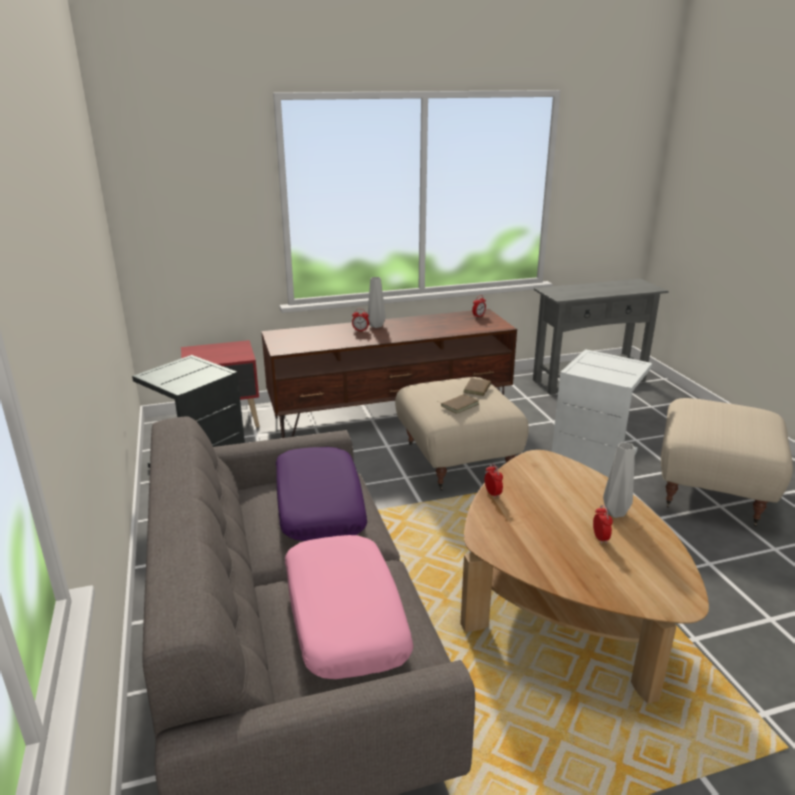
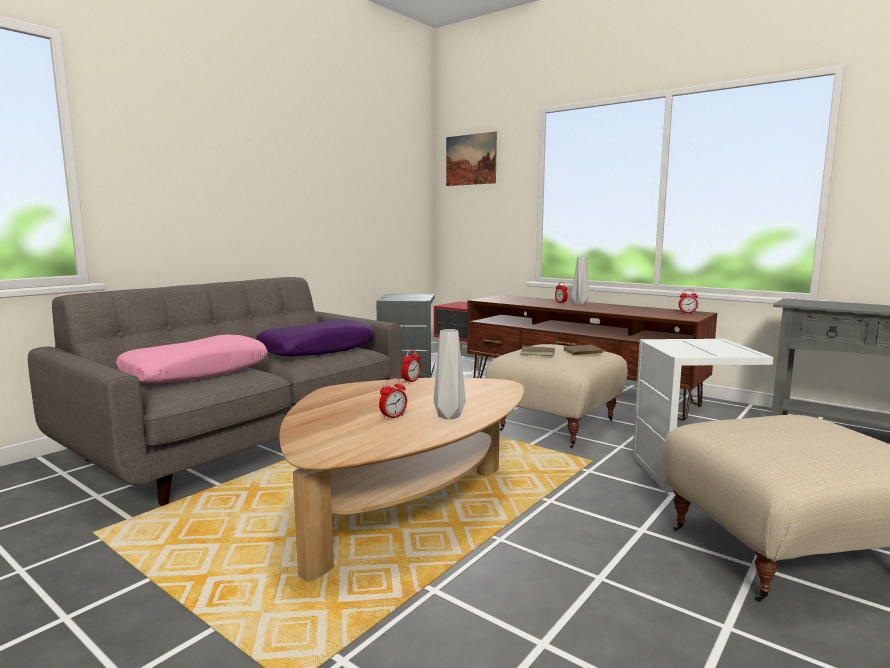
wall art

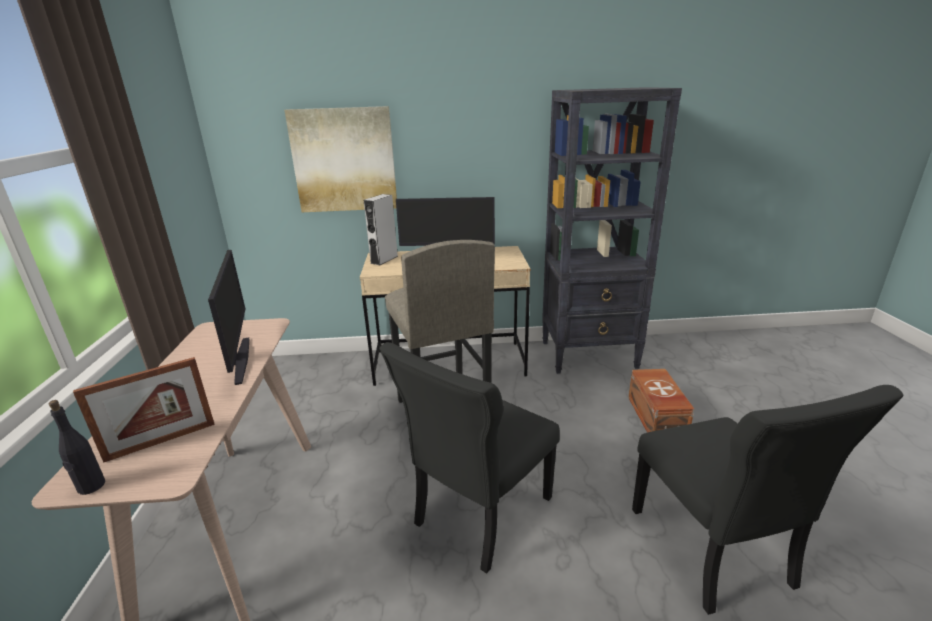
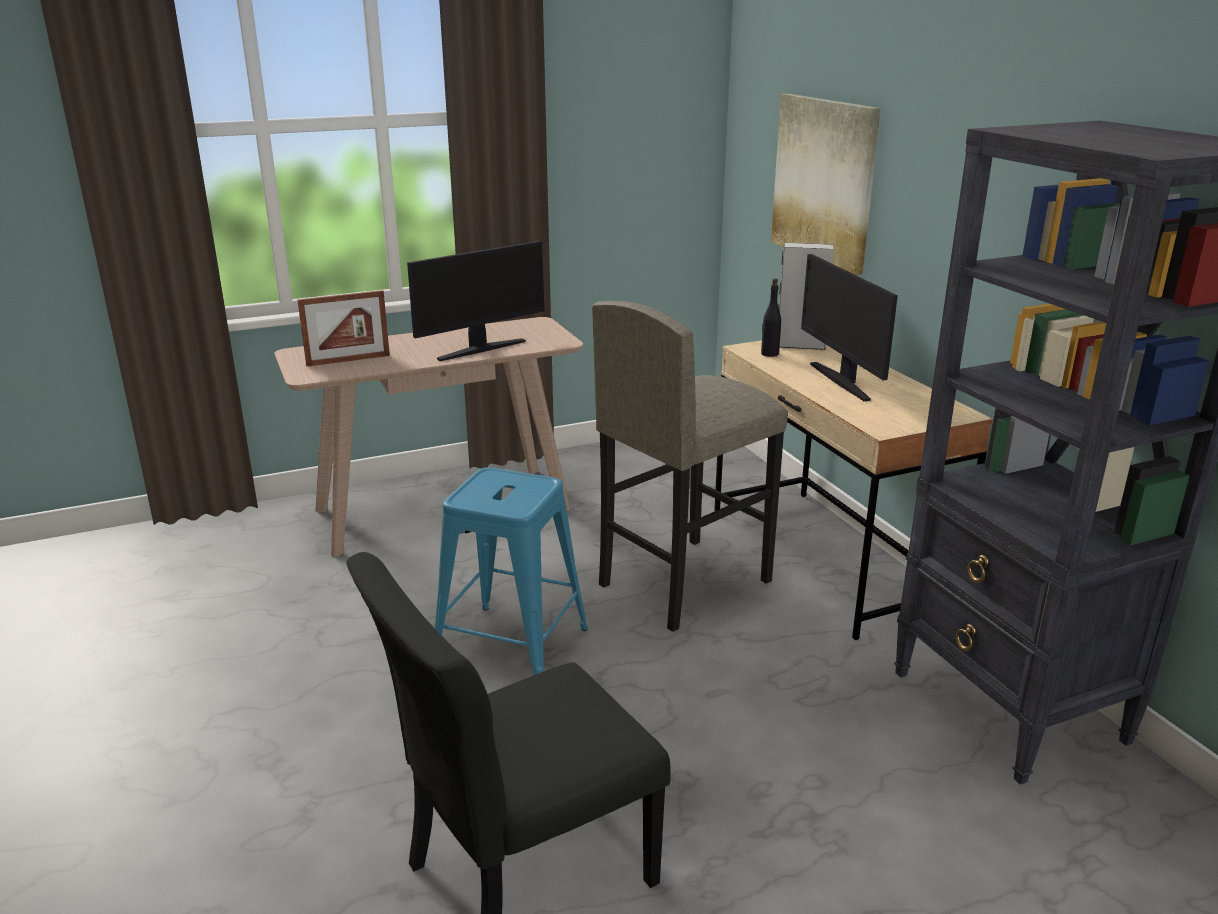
storage box in brown
drink bottle in black-coloured
stool seat in blue-coloured
photo frame

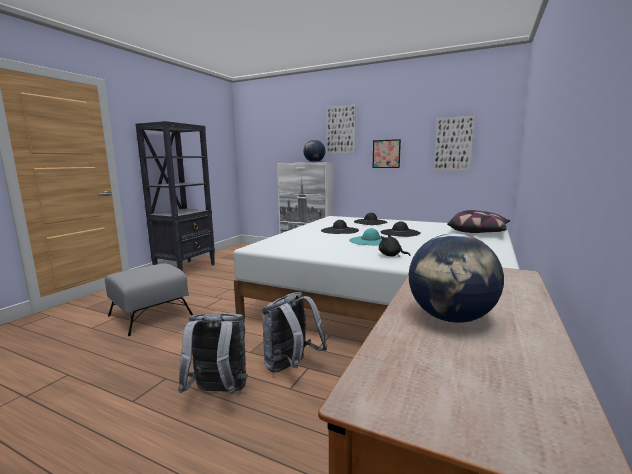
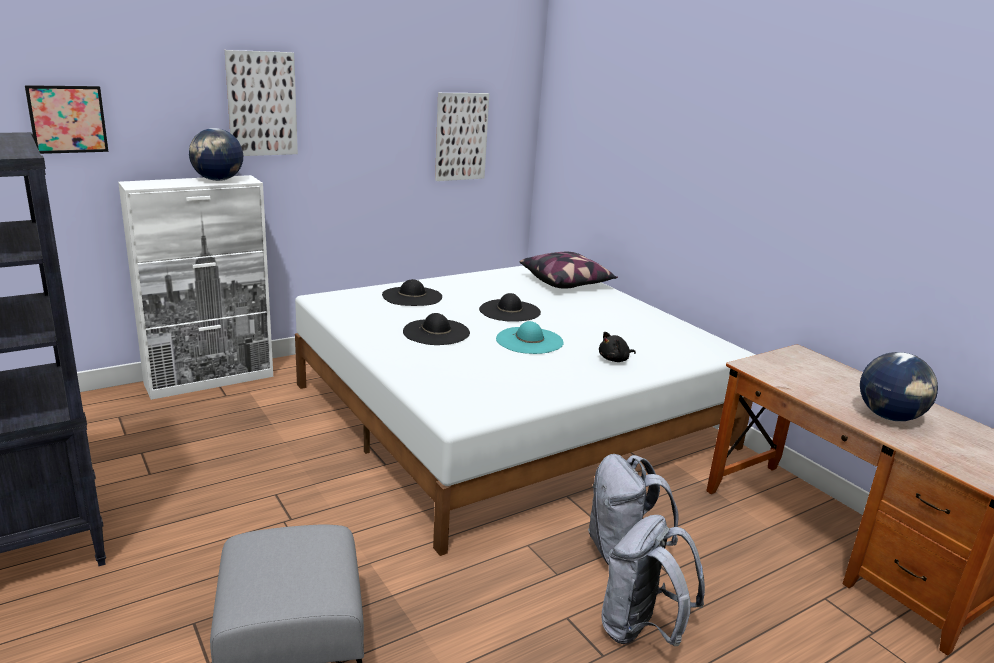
wall art (1st from left)

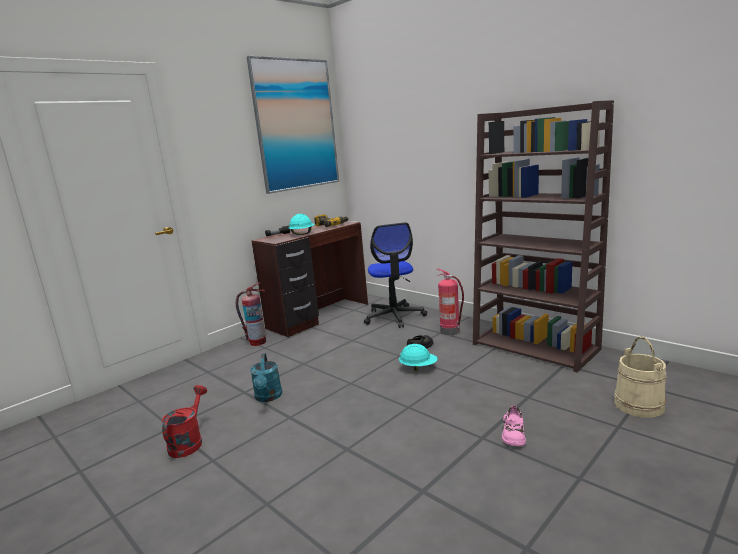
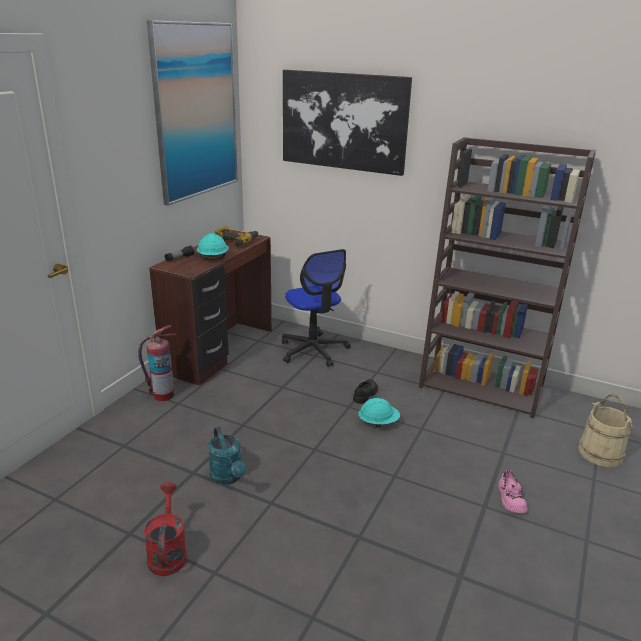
extinguisher (2nd from left in the first image)
wall art (2nd from left)

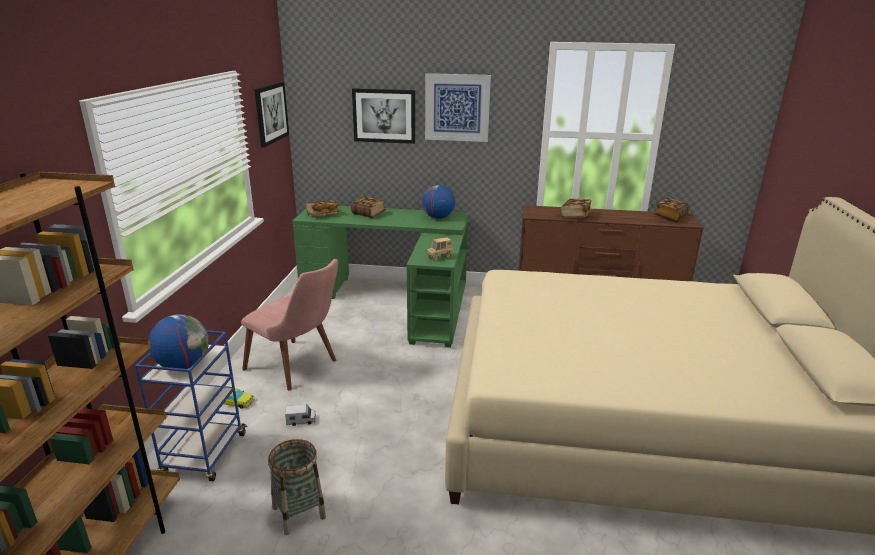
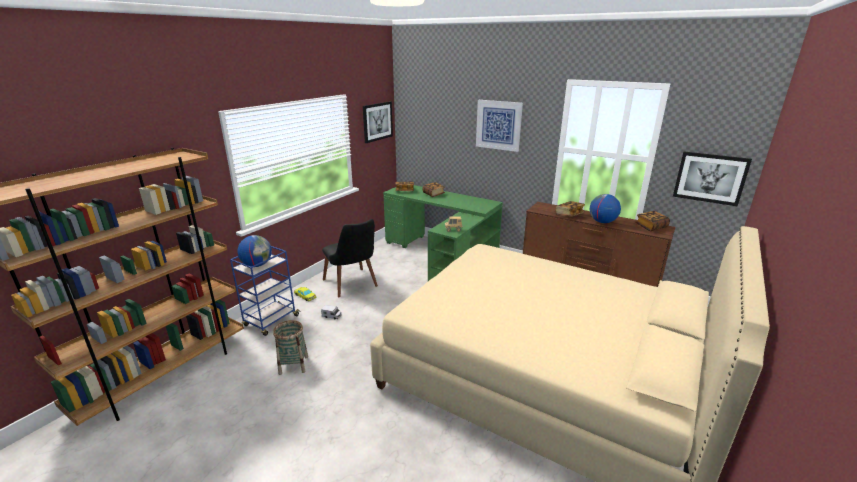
wall art (3rd from left)
globe (2nd from left)
plain chair in black-coloured

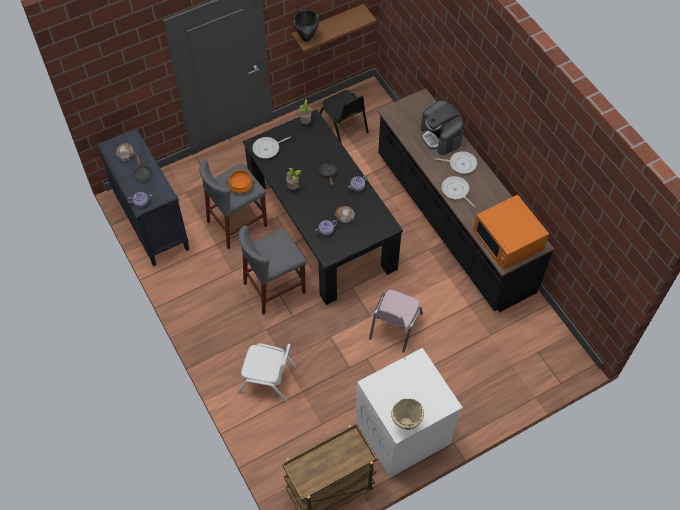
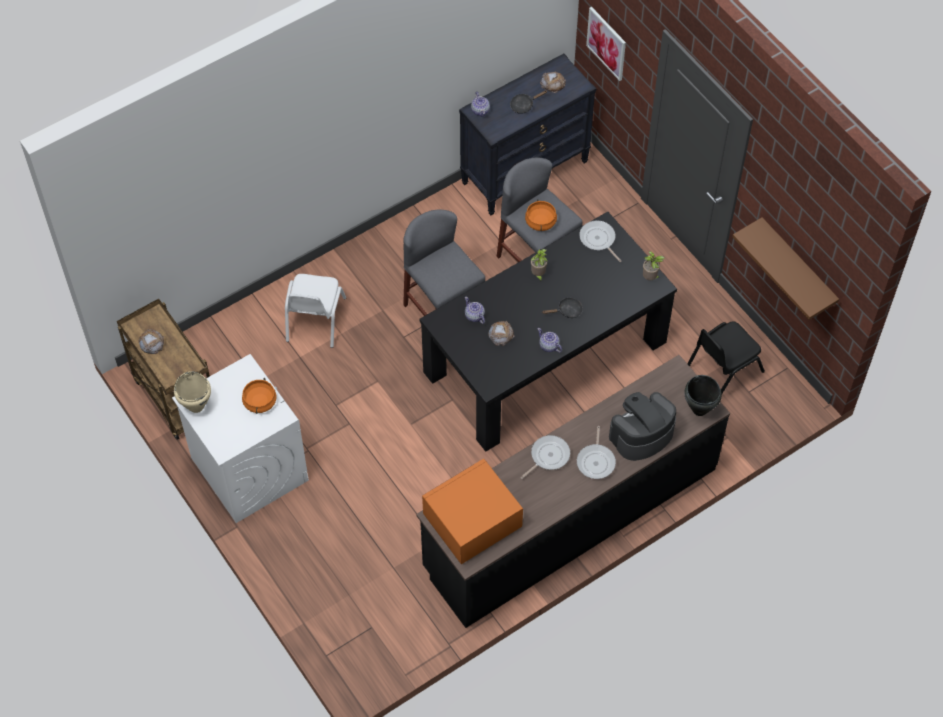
plain chair in pink-coloured
bakery bread (1st from left)
stockpot in orange (1st from left)
wall art
stockpot in black-coloured

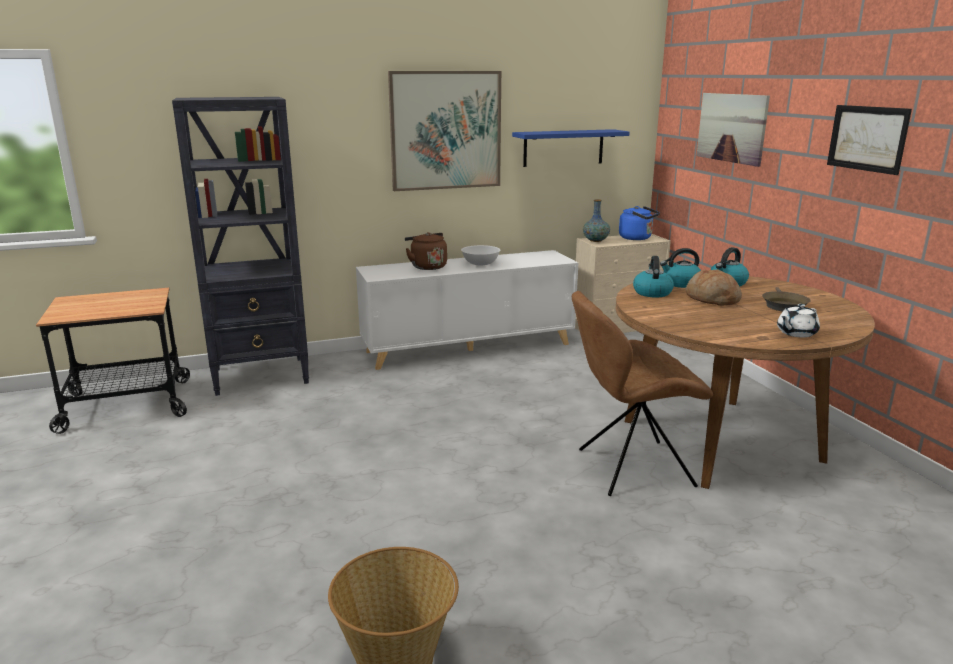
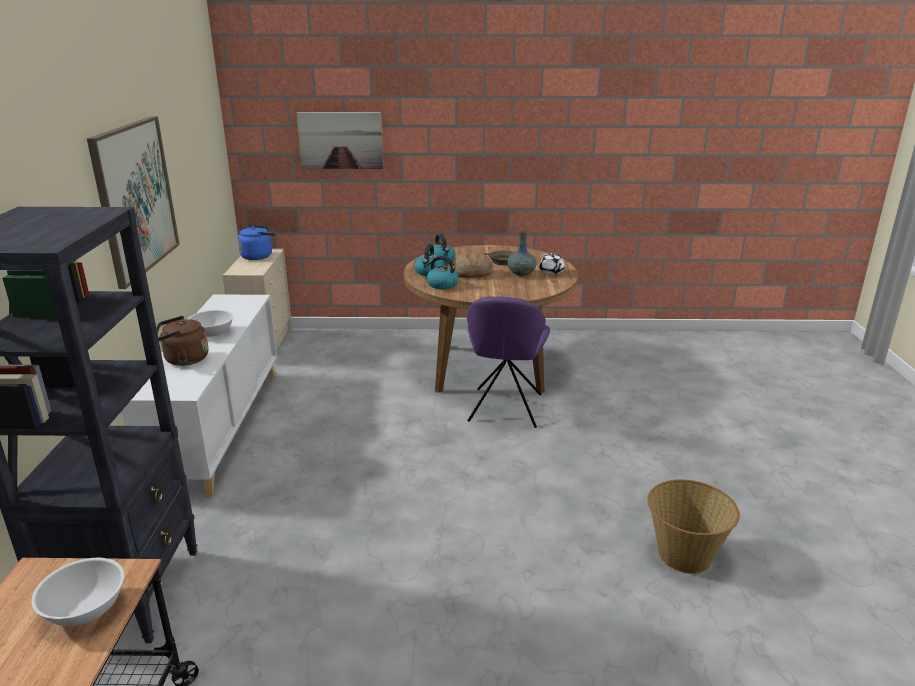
shelf in blue-coloured
wall art (3rd from left in the first image)
serving bowl in white-coloured (1st from left)
vase
plain chair in purplish

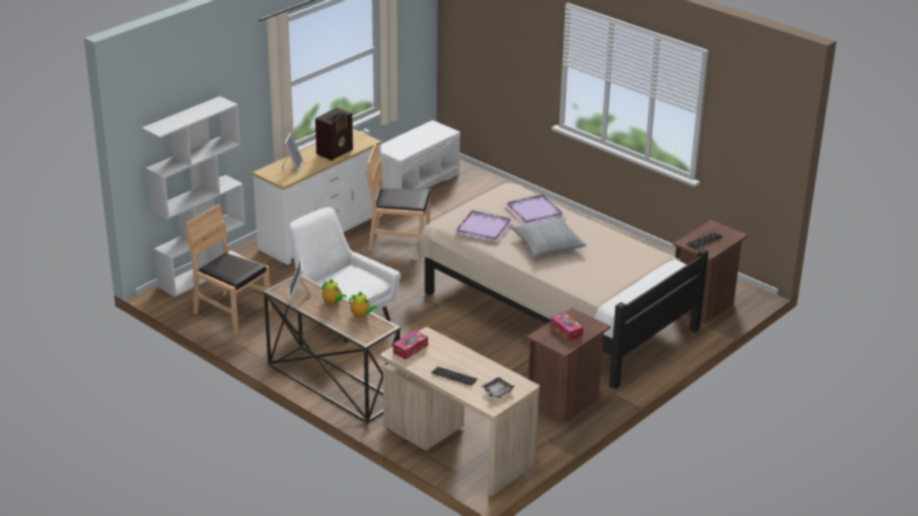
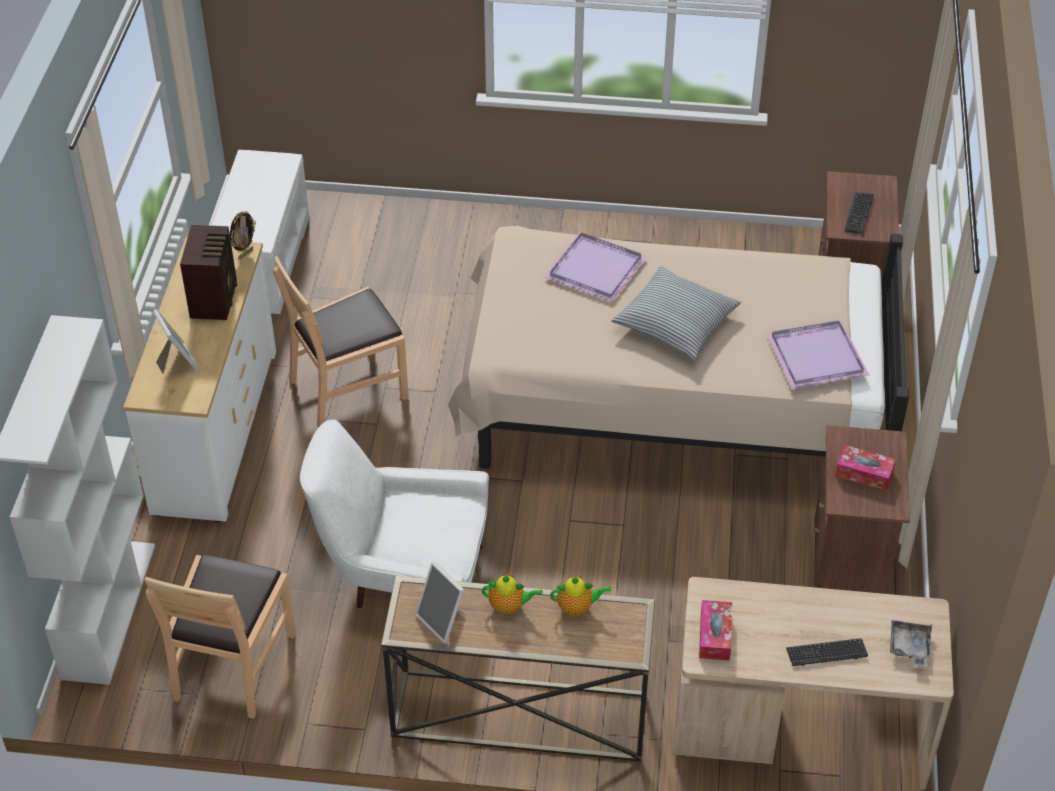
photo frame (2nd from left)
tray in purplish (2nd from left)
plain chair in brown (1st from left)

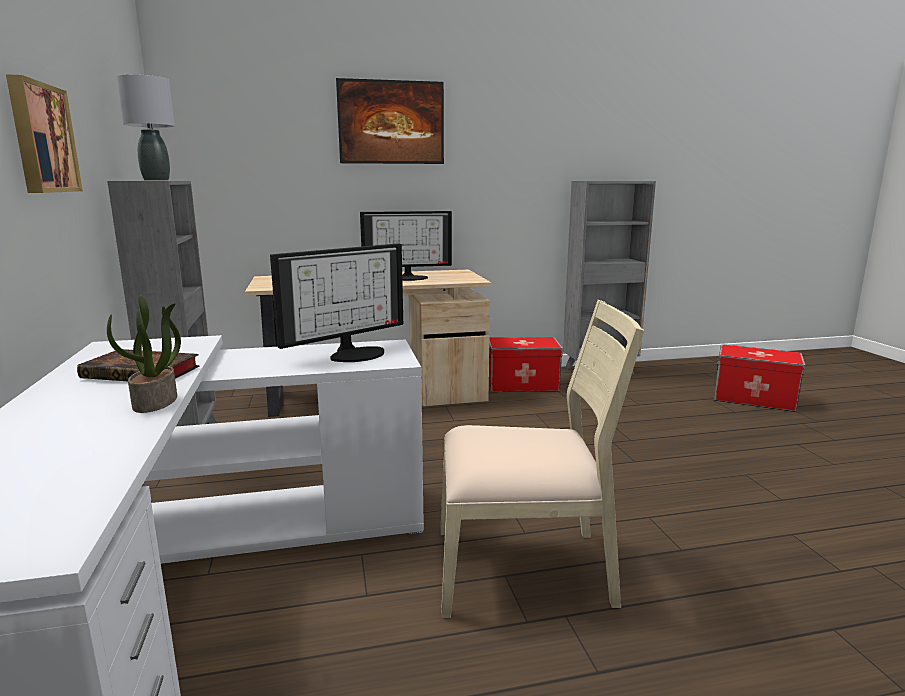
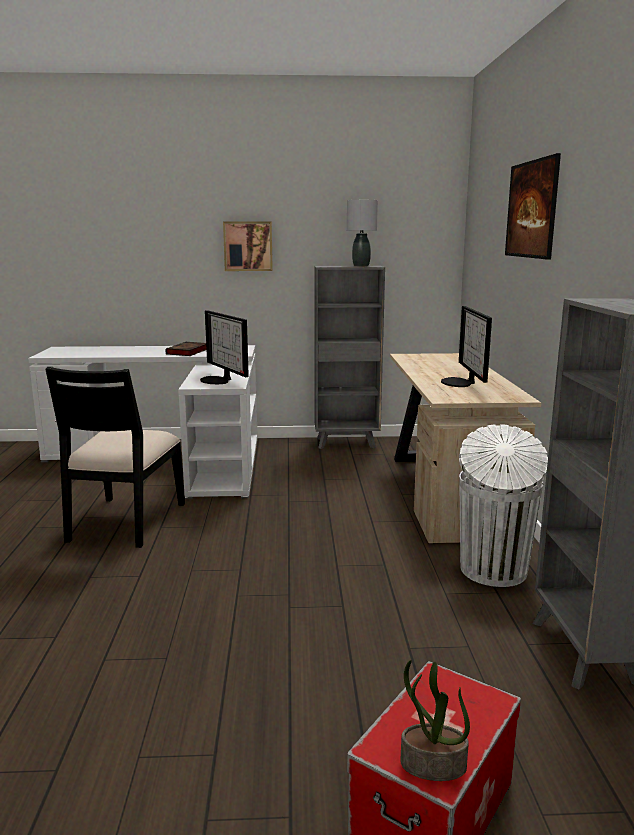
plant in a pot
rubbish bin in white-coloured
plain chair in black-coloured

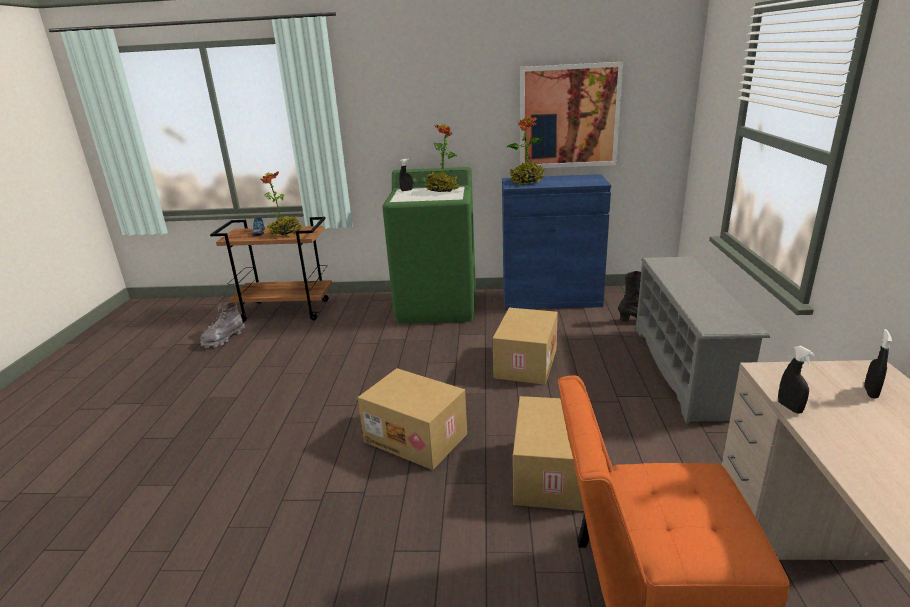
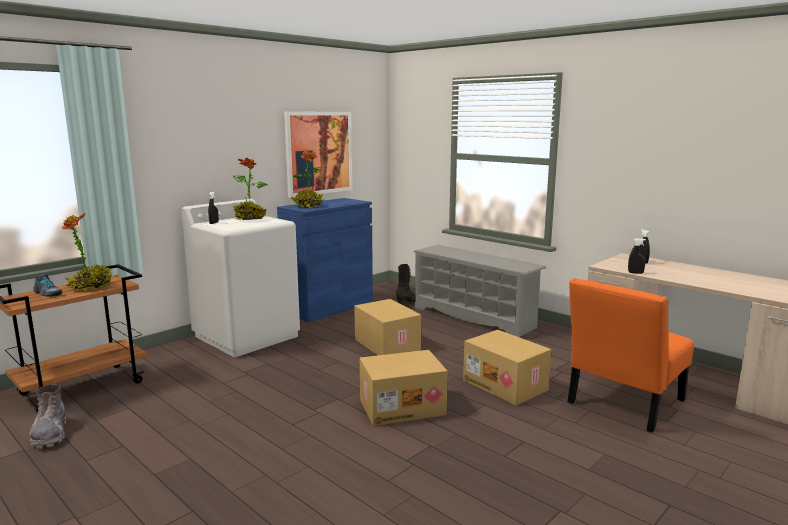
laundry machine in white-coloured

